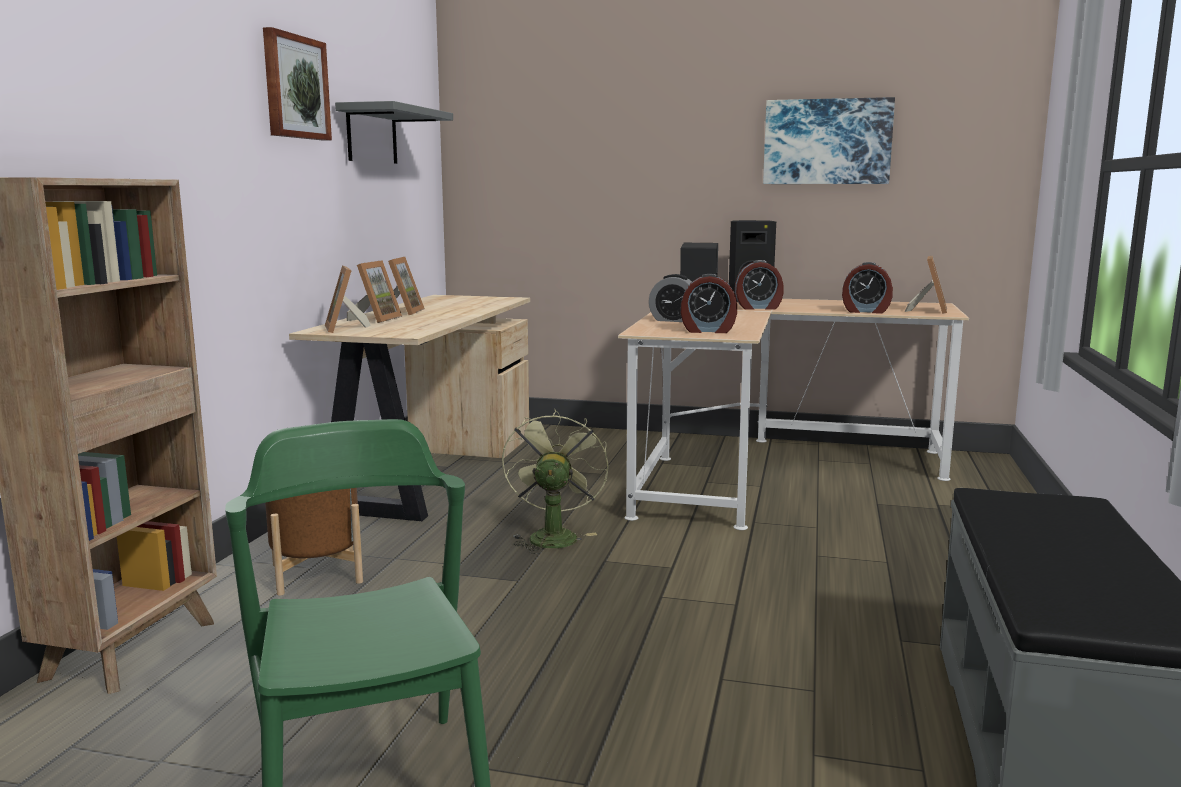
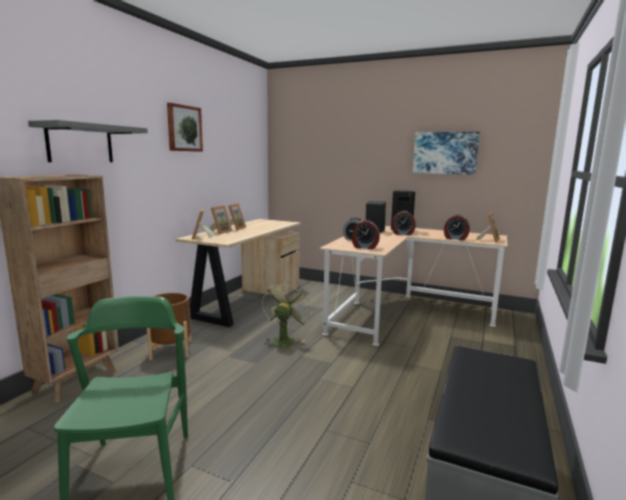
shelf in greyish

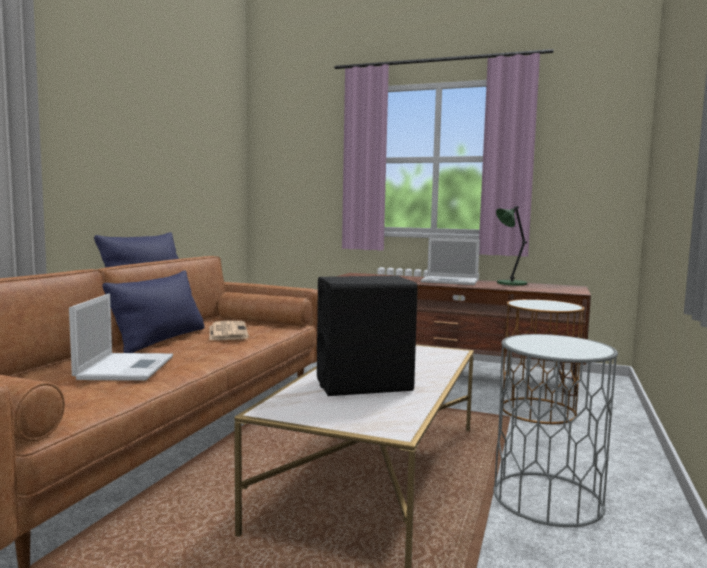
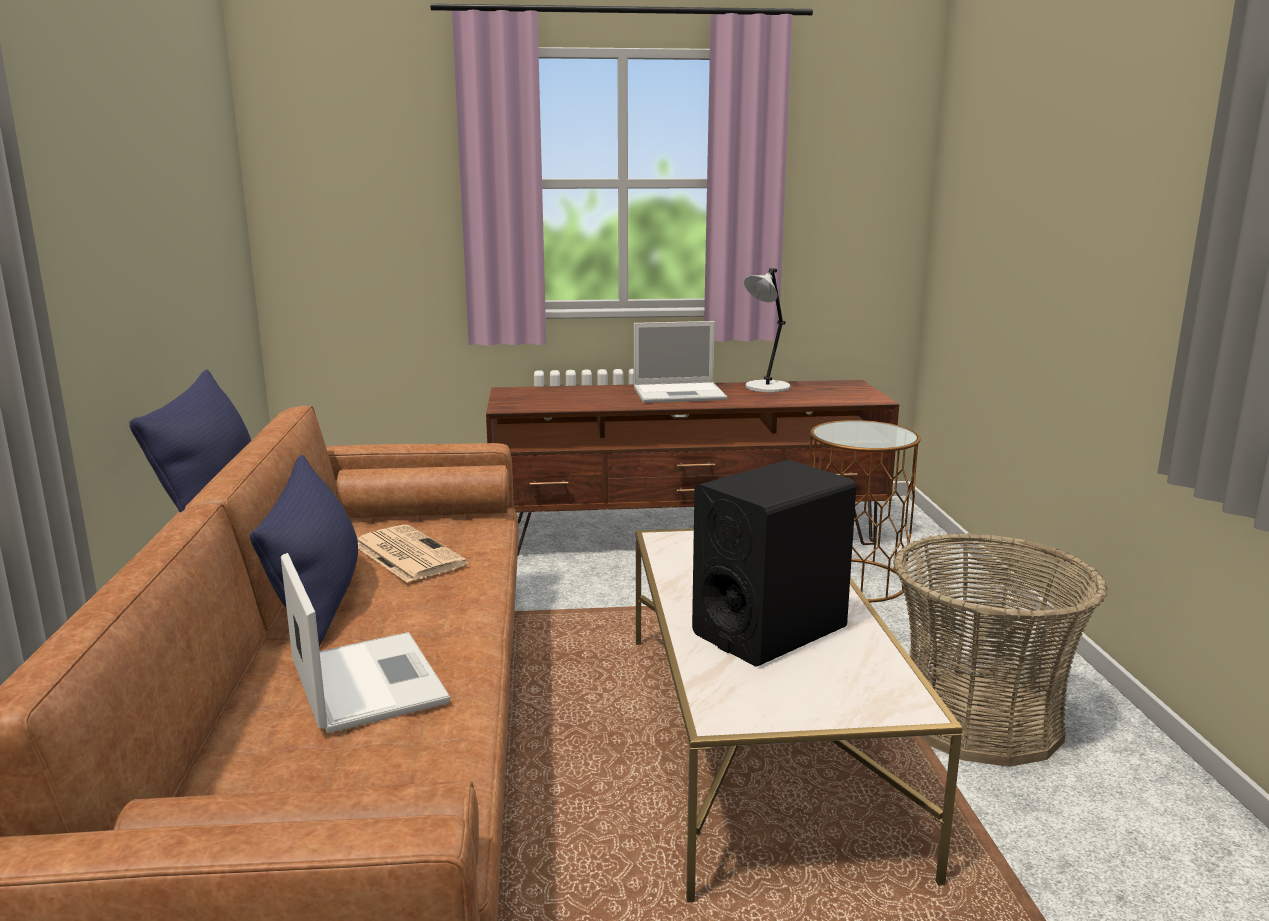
household basket
table lamp in greyish

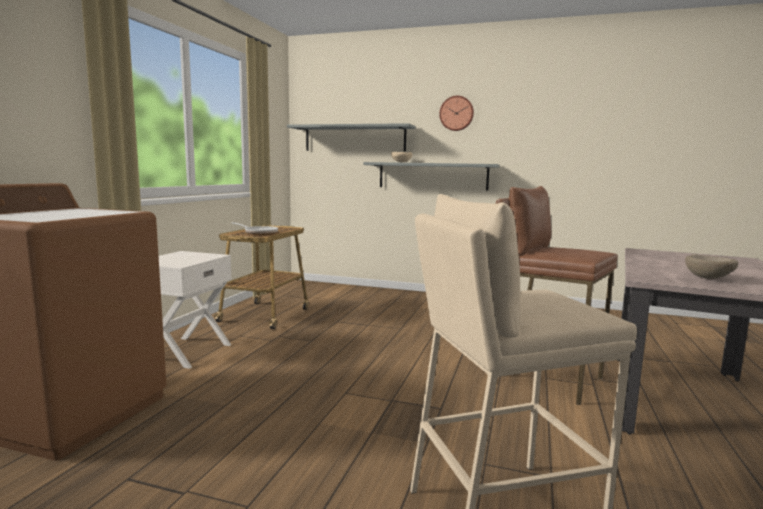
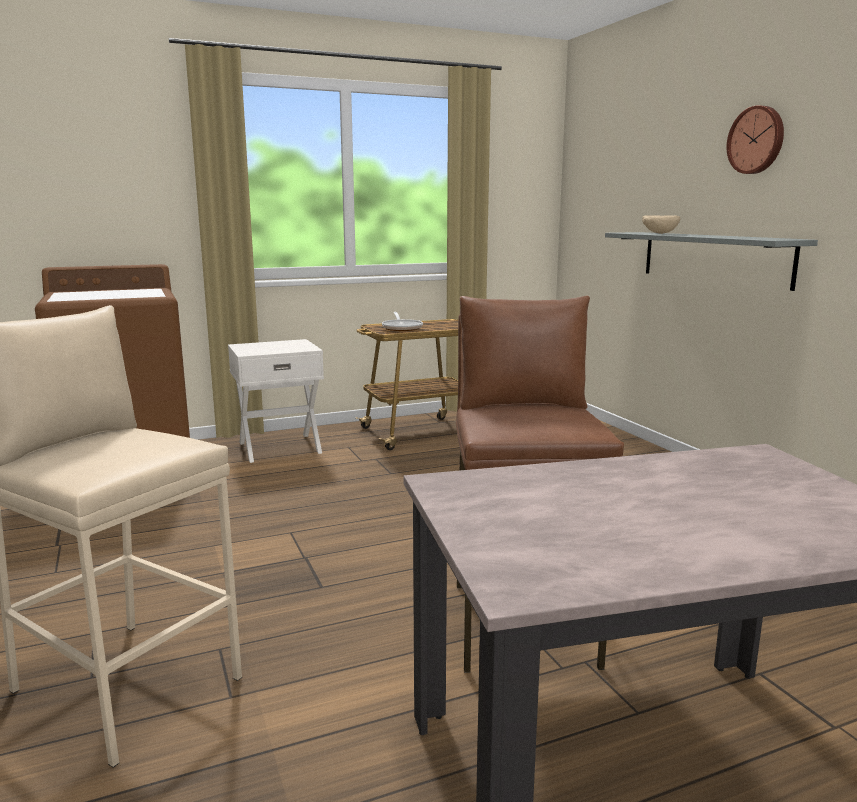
shelf in greyish (1st from left in the first image)
serving bowl in beige-coloured (2nd from left in the first image)

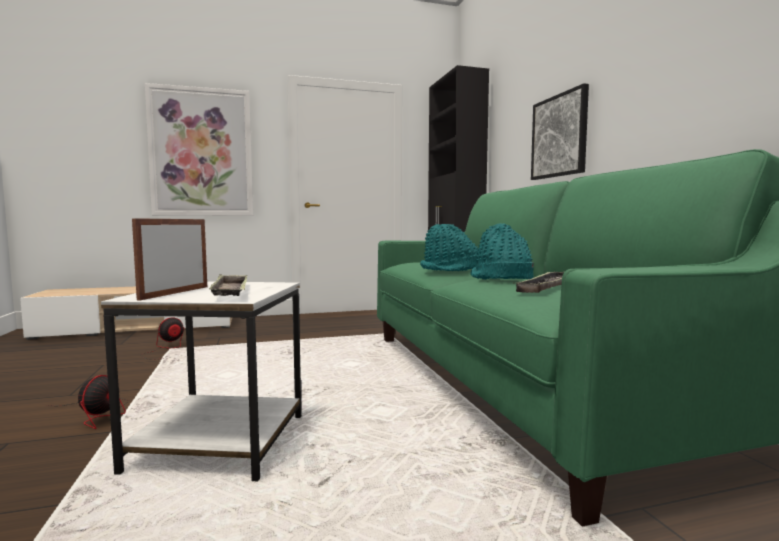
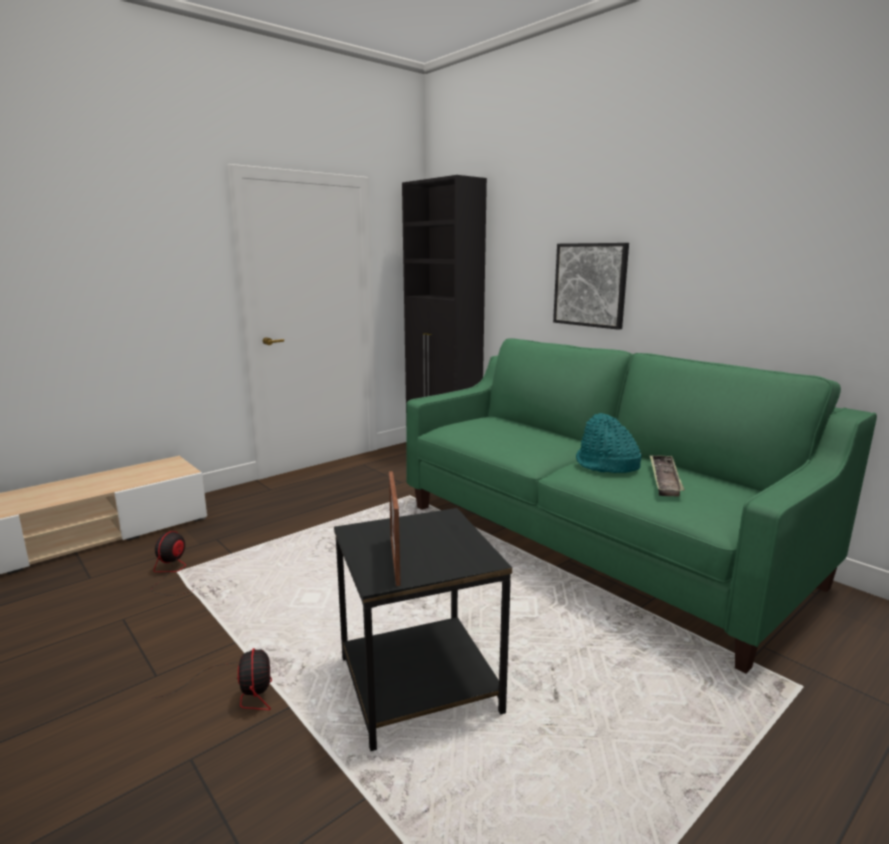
wall art (1st from left in the first image)
tray (1st from left in the first image)
wearable hat in turquoise-coloured (1st from left in the first image)
accent table in black-coloured

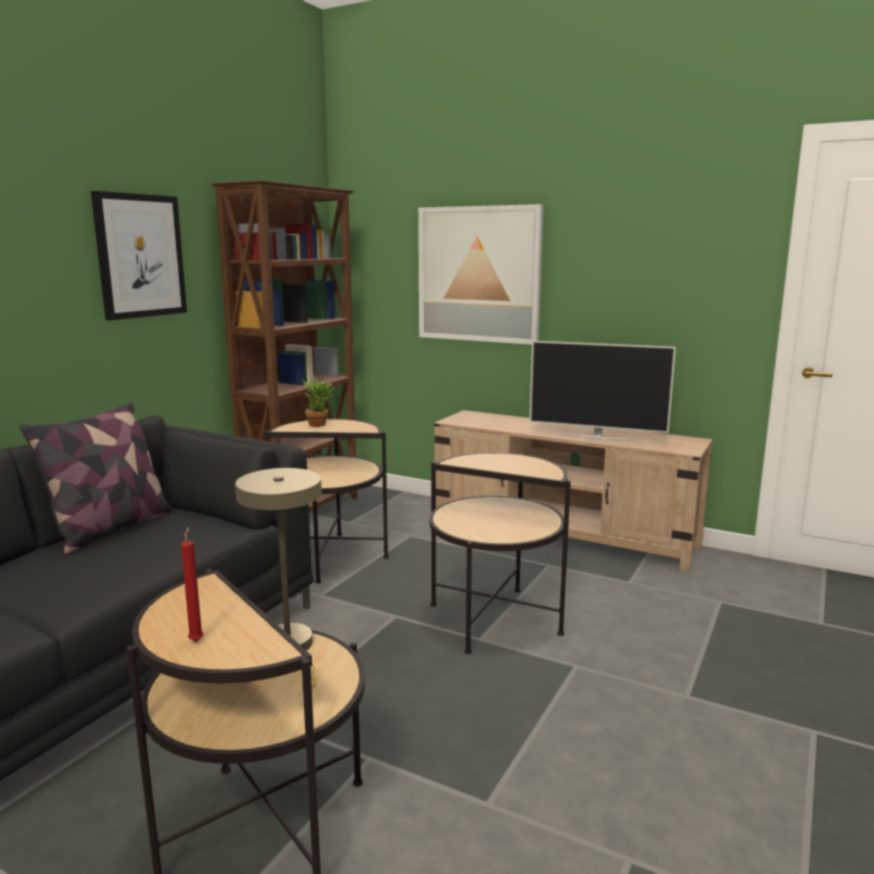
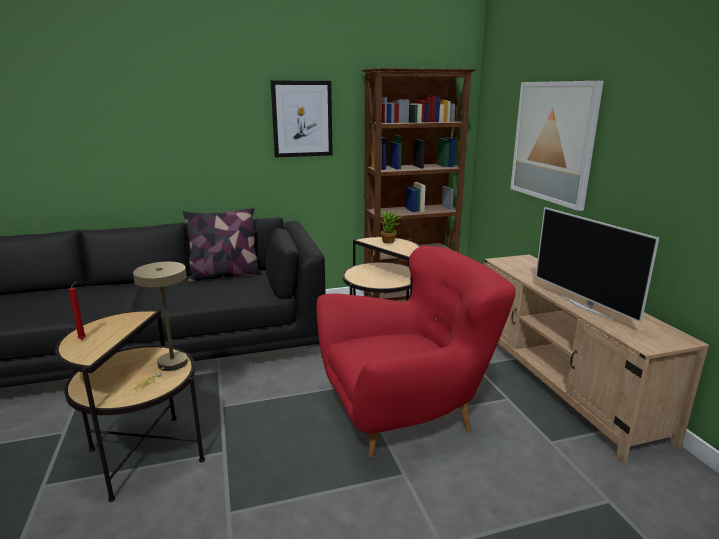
lounge chair in red

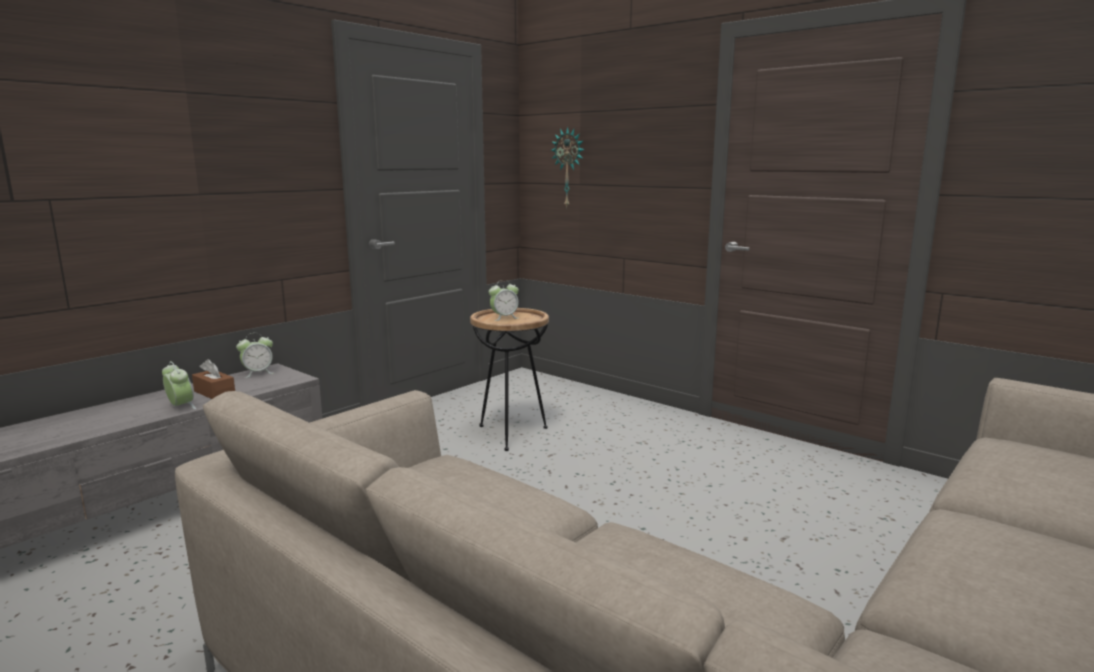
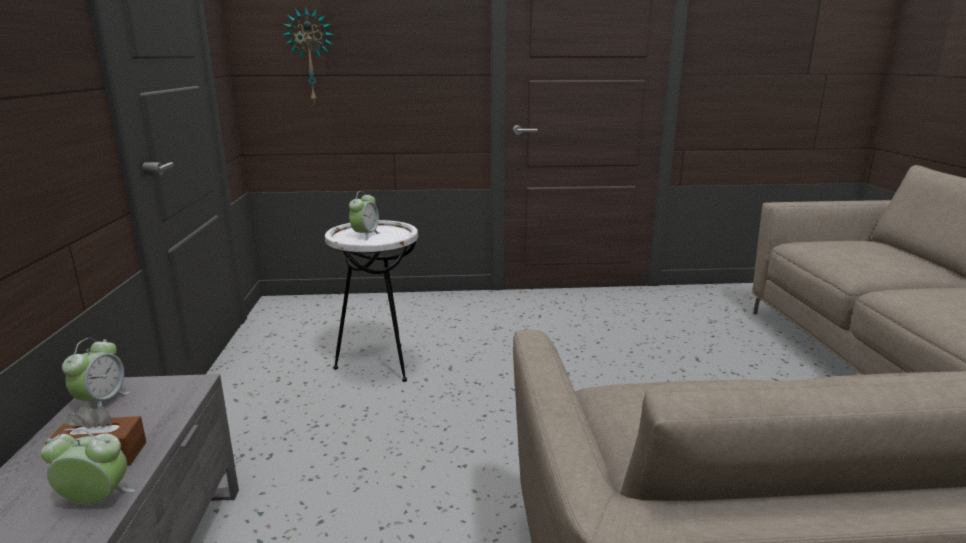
accent table in white-coloured

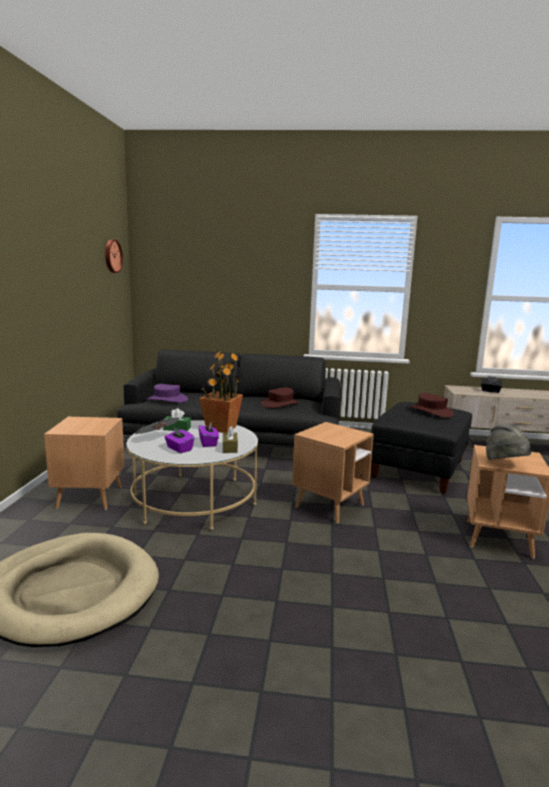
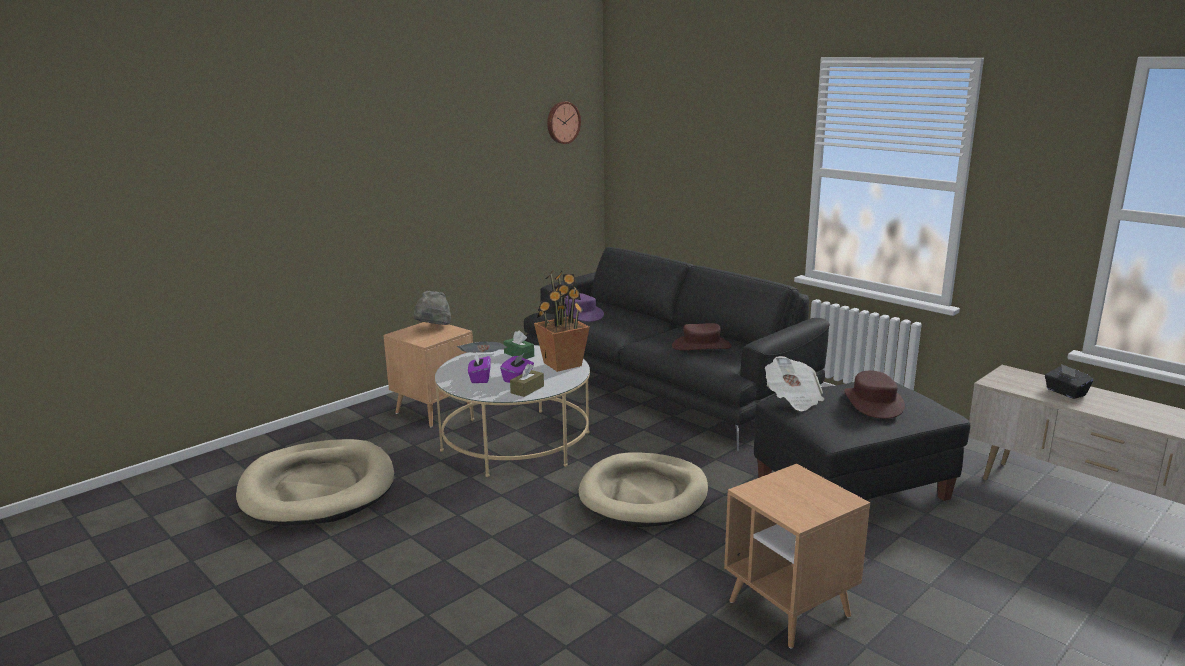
newspaper (2nd from left)
wearable hat in greyish
pet bed in beige-coloured (2nd from left)

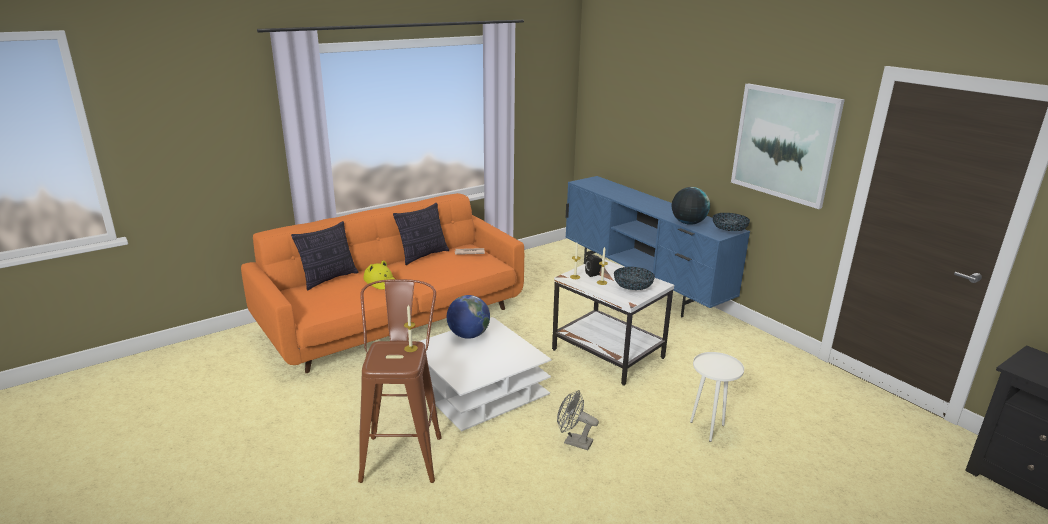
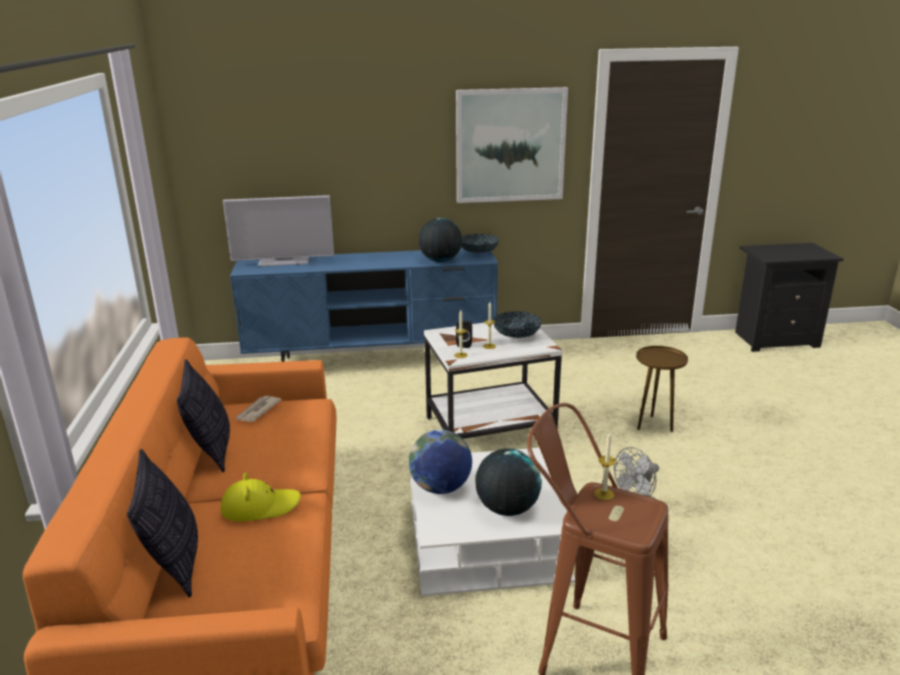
TV
globe (3rd from left)
accent table in brown

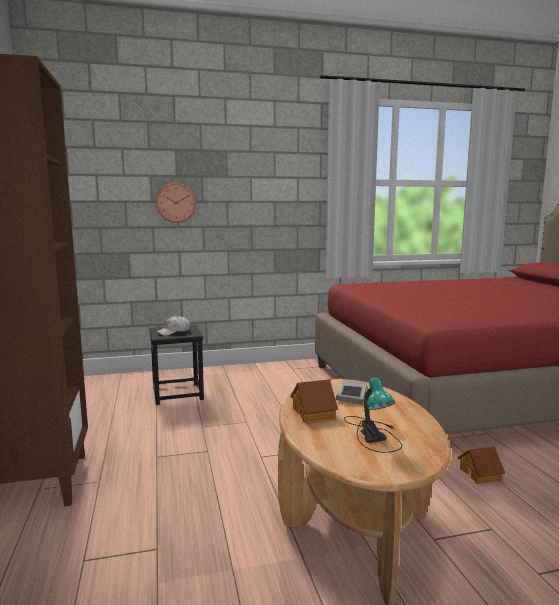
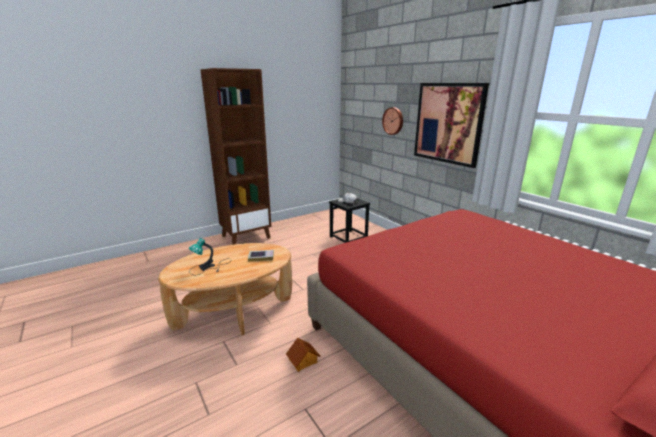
miniature house (1st from left in the first image)
wall art

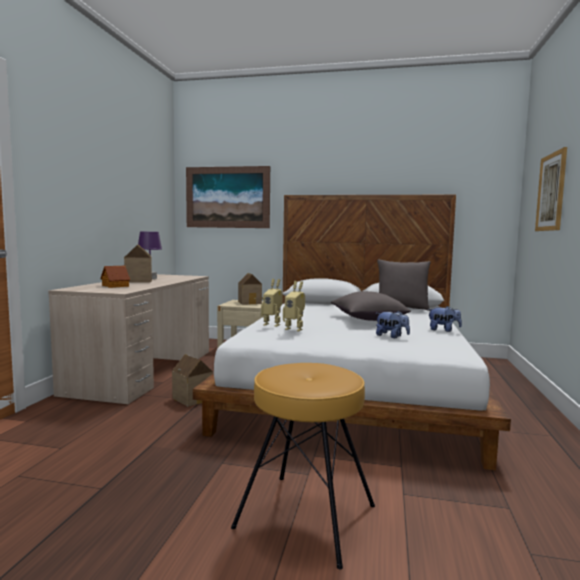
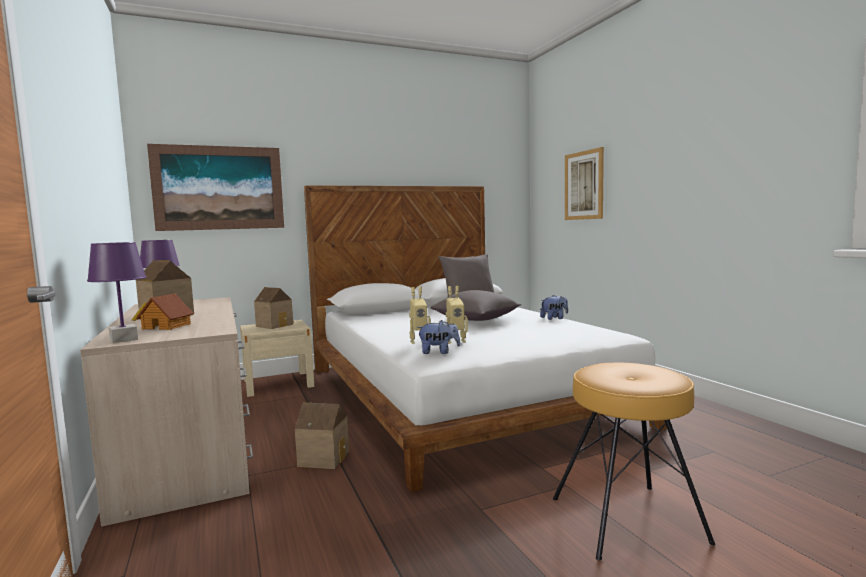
table lamp in purplish (1st from left)
soft toy (1st from left)

